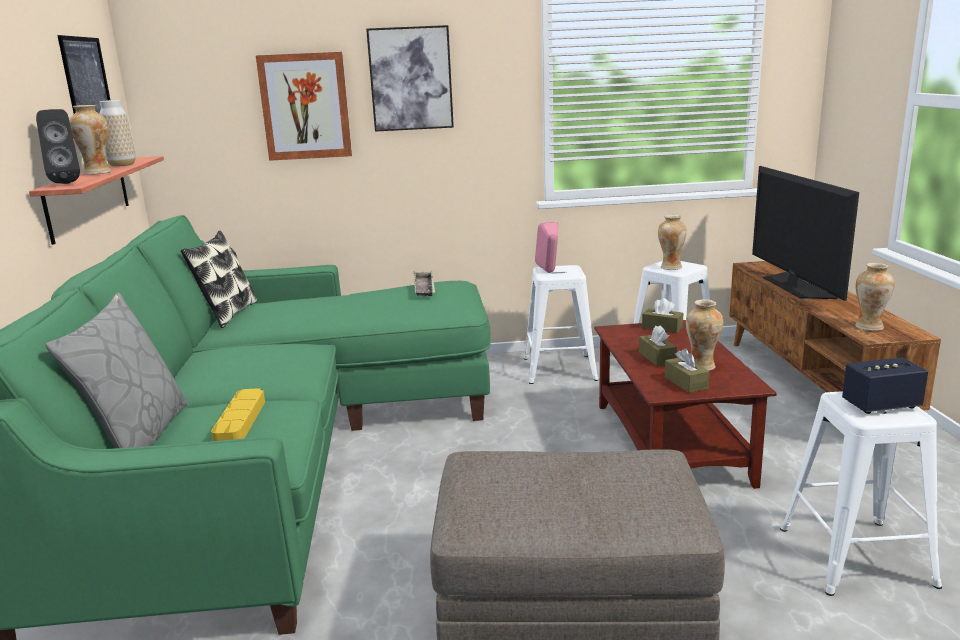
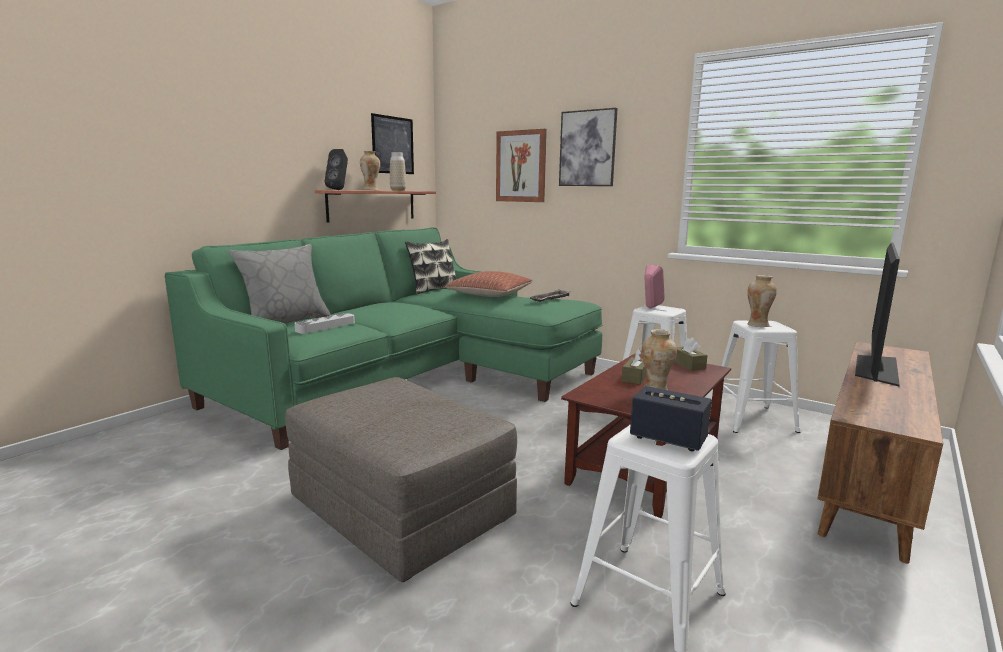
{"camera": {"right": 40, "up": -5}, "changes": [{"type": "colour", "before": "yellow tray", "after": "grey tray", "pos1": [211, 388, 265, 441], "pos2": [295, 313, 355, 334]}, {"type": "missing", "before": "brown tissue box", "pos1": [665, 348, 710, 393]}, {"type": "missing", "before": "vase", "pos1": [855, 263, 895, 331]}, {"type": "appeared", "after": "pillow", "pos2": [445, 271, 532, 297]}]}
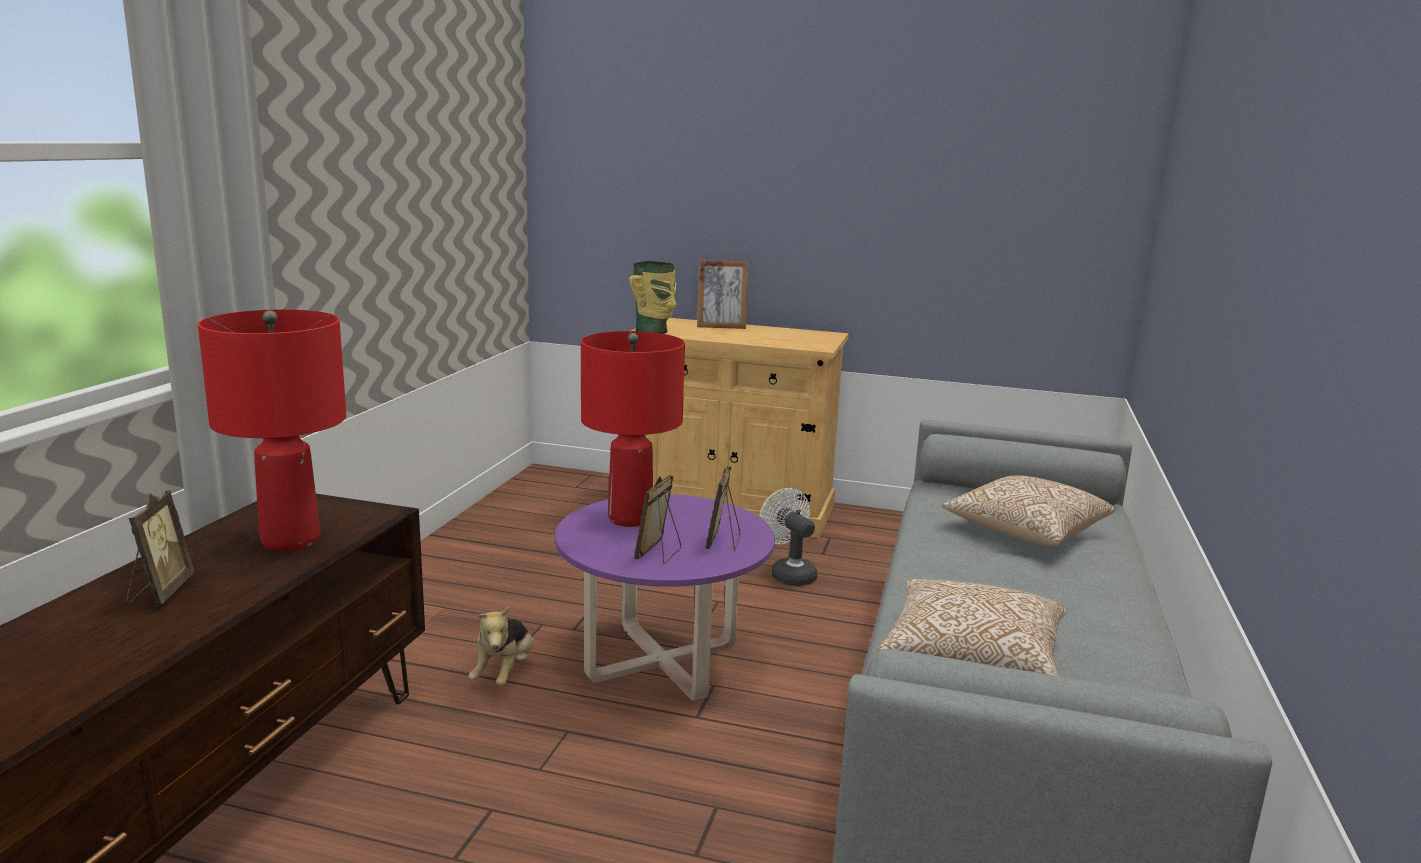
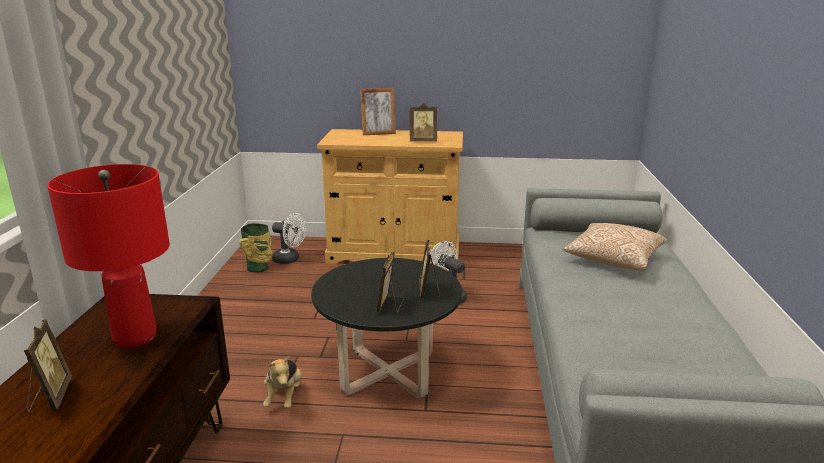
{"camera": {"right": -10, "up": 5}, "changes": [{"type": "colour", "before": "purple coffee table", "after": "black coffee table", "pos1": [555, 494, 775, 700], "pos2": [311, 258, 462, 399]}, {"type": "missing", "before": "red table lamp", "pos1": [581, 331, 685, 527]}, {"type": "relocated", "before": "vase", "pos1": [629, 261, 677, 334], "pos2": [239, 223, 273, 272]}, {"type": "missing", "before": "pillow", "pos1": [876, 579, 1066, 676]}, {"type": "appeared", "after": "white fan", "pos2": [272, 213, 306, 264]}, {"type": "appeared", "after": "picture frame", "pos2": [410, 103, 437, 142]}]}
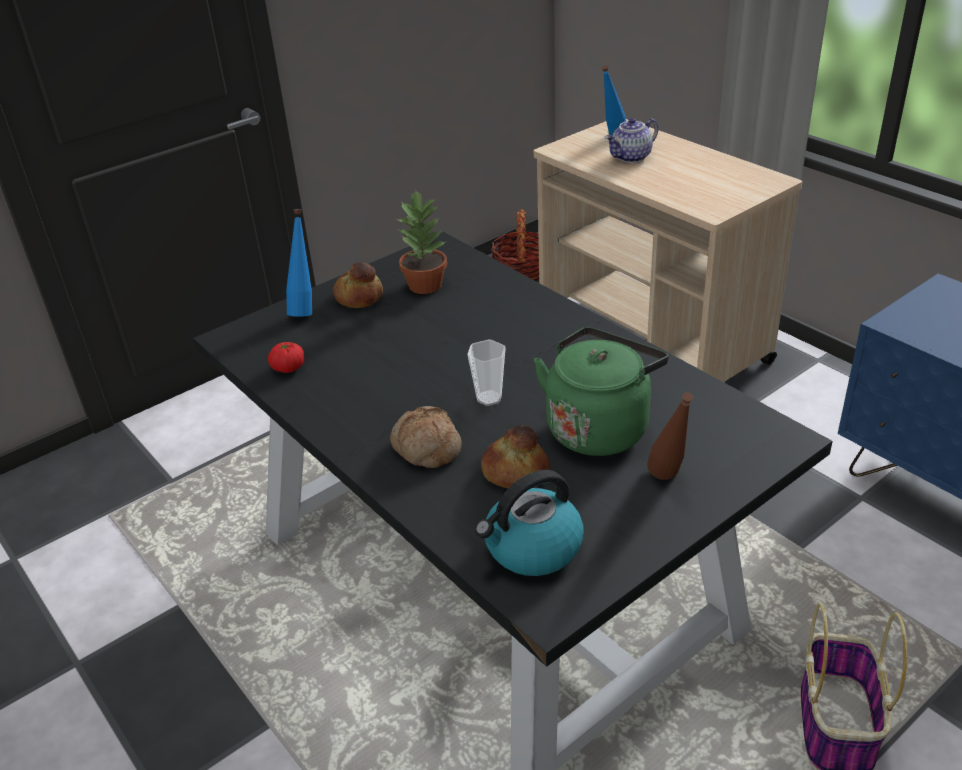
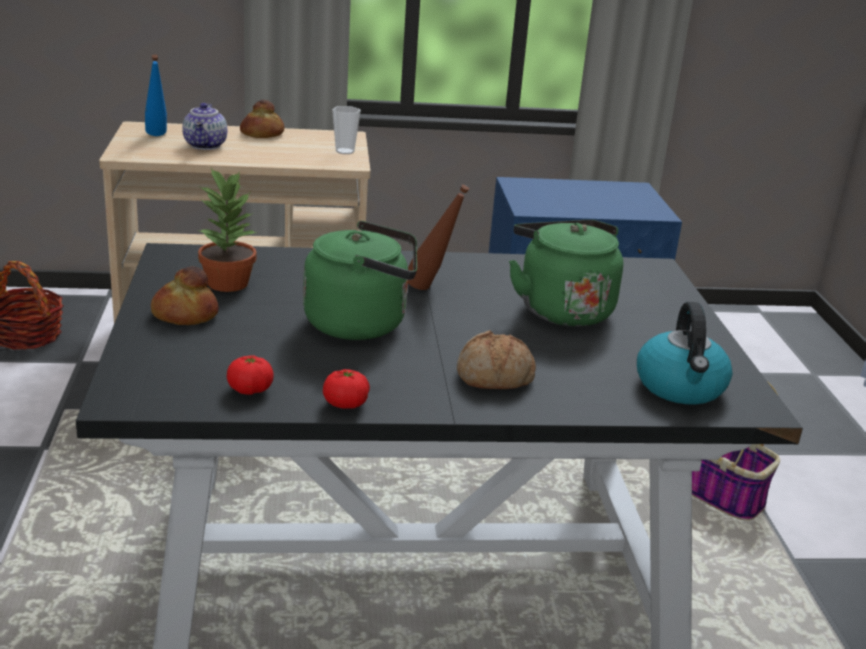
{"camera": {"right": -60, "up": -10}, "changes": [{"type": "missing", "before": "blue bottle", "pos1": [286, 209, 312, 317]}, {"type": "relocated", "before": "cup", "pos1": [467, 340, 506, 406], "pos2": [332, 106, 361, 154]}, {"type": "relocated", "before": "bread", "pos1": [481, 425, 550, 488], "pos2": [240, 100, 284, 138]}, {"type": "relocated", "before": "brown bottle", "pos1": [647, 392, 693, 480], "pos2": [408, 184, 469, 290]}, {"type": "appeared", "after": "green kettle", "pos2": [303, 221, 417, 340]}, {"type": "appeared", "after": "tomato", "pos2": [323, 369, 370, 409]}]}
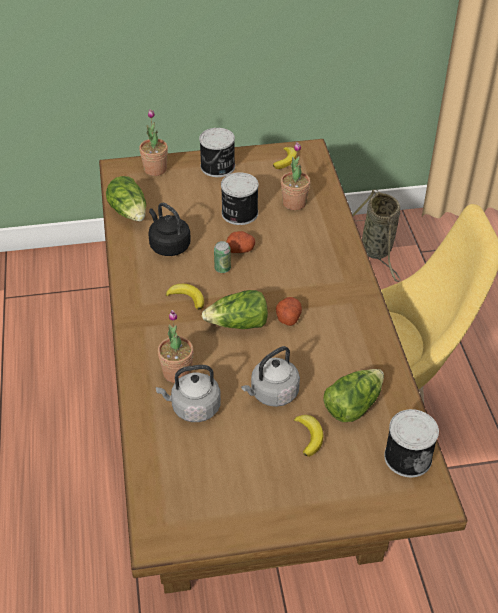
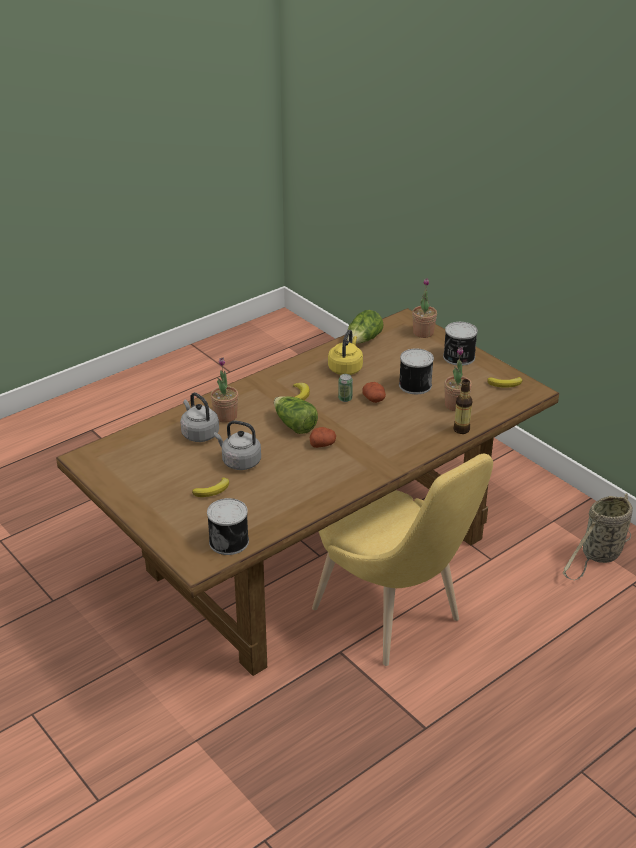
{"camera": {"right": 60, "up": -10}, "changes": [{"type": "colour", "before": "black kettle", "after": "yellow kettle", "pos1": [148, 203, 191, 256], "pos2": [328, 330, 363, 375]}, {"type": "missing", "before": "lettuce", "pos1": [323, 369, 384, 422]}, {"type": "appeared", "after": "bottle", "pos2": [454, 379, 472, 434]}]}
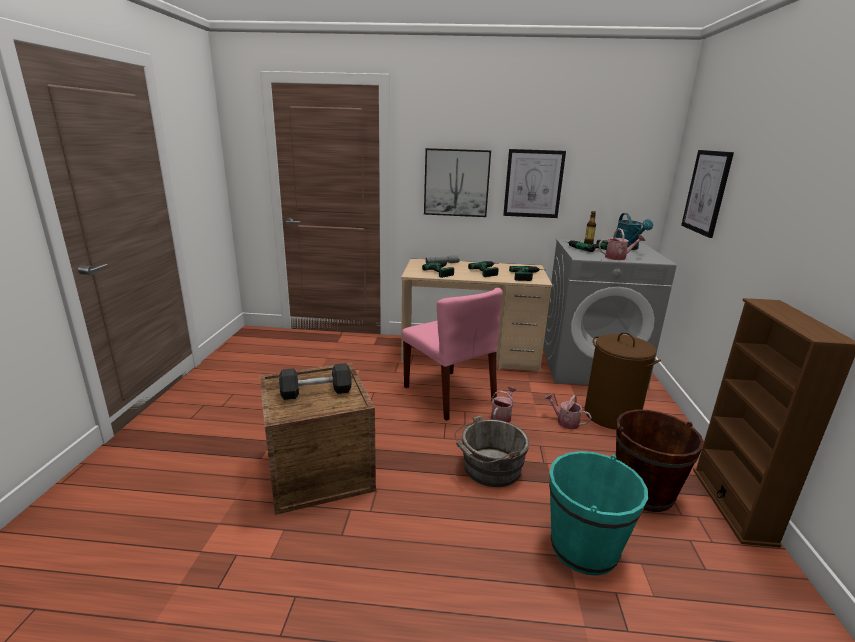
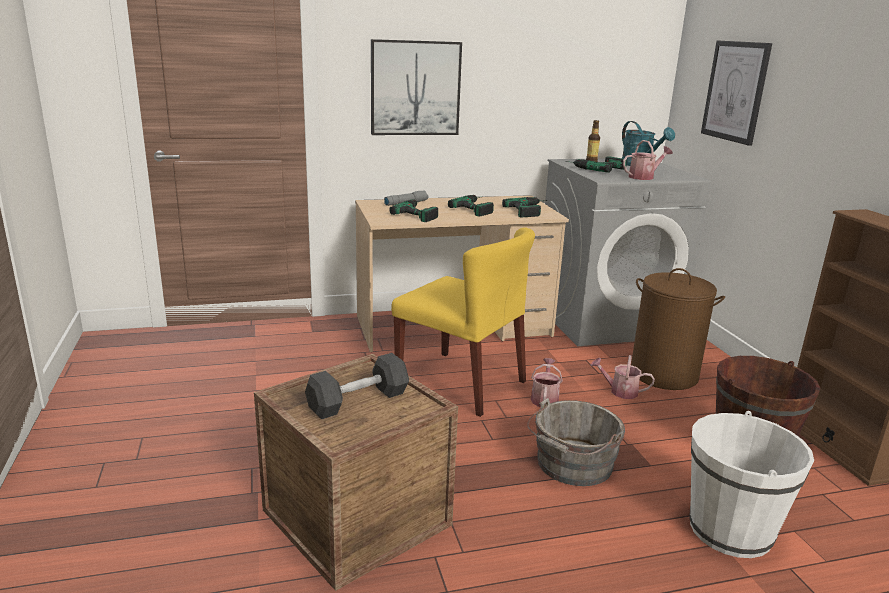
{"camera": {"right": -20, "up": 0}, "changes": [{"type": "colour", "before": "pink chair", "after": "yellow chair", "pos1": [402, 288, 503, 421], "pos2": [391, 227, 535, 417]}, {"type": "missing", "before": "picture", "pos1": [503, 149, 566, 218]}, {"type": "colour", "before": "turquoise bucket", "after": "white bucket", "pos1": [549, 451, 648, 576], "pos2": [689, 411, 814, 558]}]}
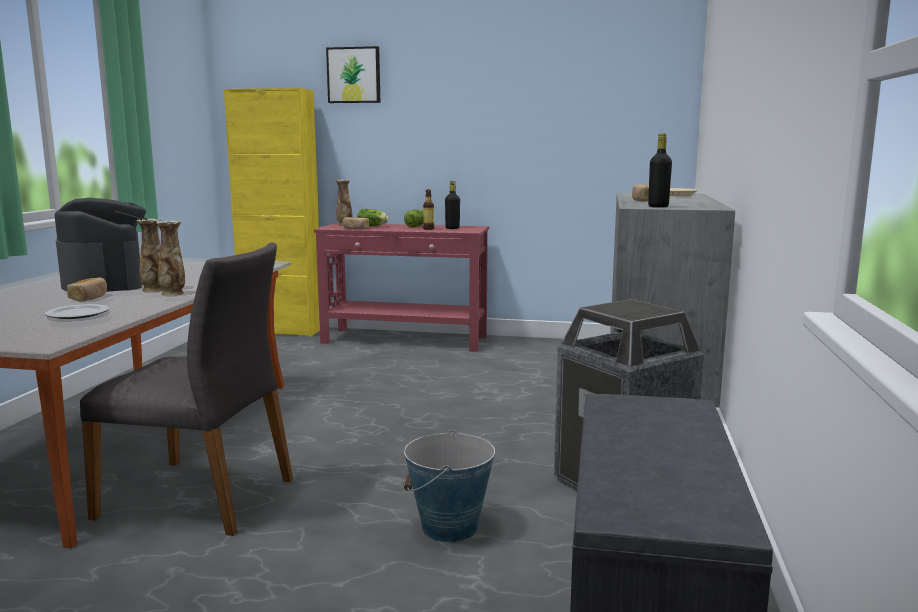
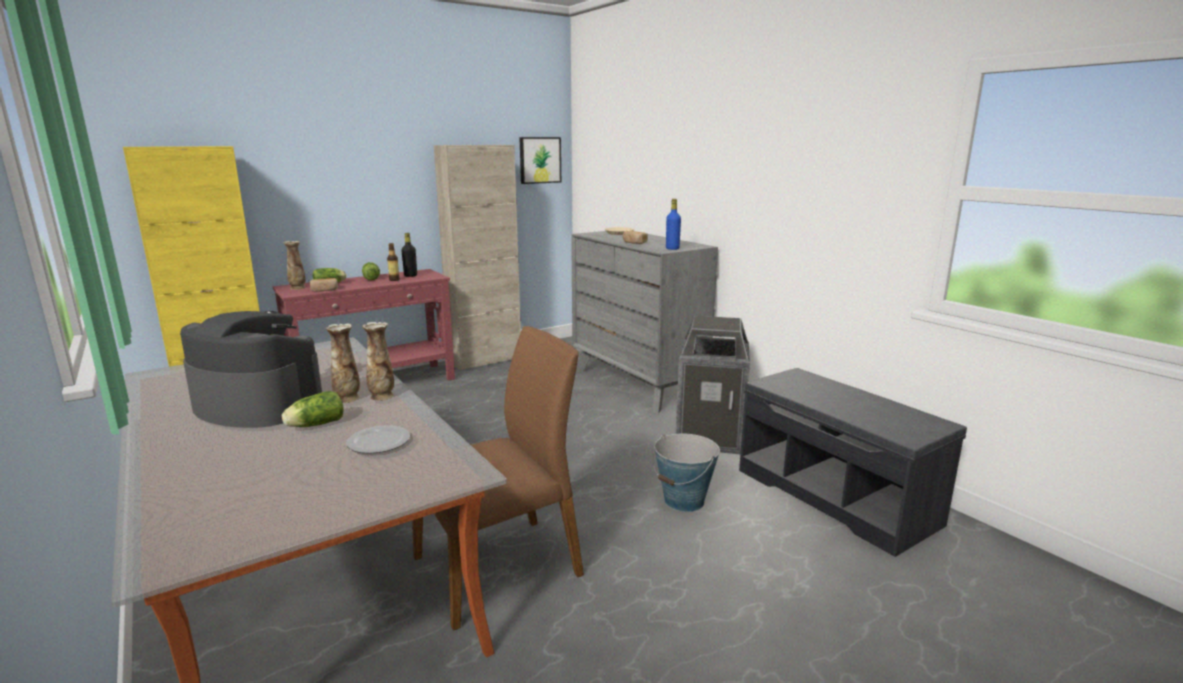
{"camera": {"right": -45, "up": 5}, "changes": [{"type": "exchanged", "before": "bread", "after": "lettuce", "pos1": [67, 277, 107, 302], "pos2": [282, 391, 344, 427]}, {"type": "colour", "before": "grey chair", "after": "brown chair", "pos1": [80, 242, 293, 536], "pos2": [412, 326, 584, 631]}, {"type": "relocated", "before": "picture", "pos1": [326, 46, 380, 103], "pos2": [519, 137, 561, 184]}, {"type": "colour", "before": "black bottle", "after": "blue bottle", "pos1": [648, 134, 672, 208], "pos2": [666, 199, 681, 250]}, {"type": "appeared", "after": "beige cabinet", "pos2": [434, 145, 521, 371]}]}
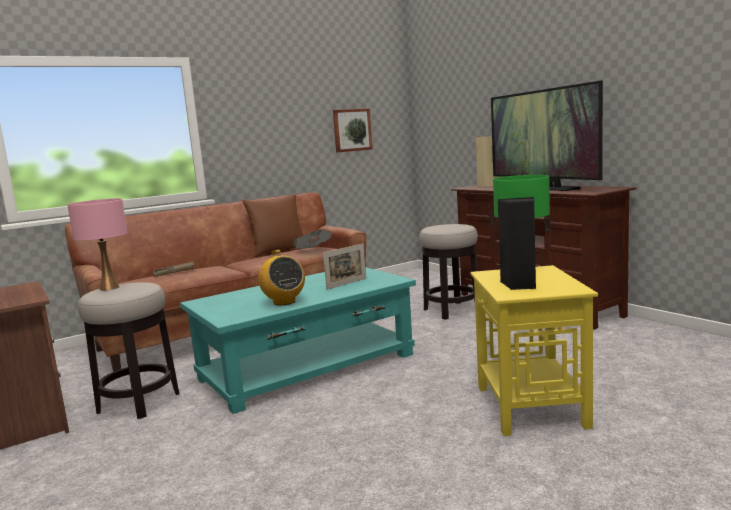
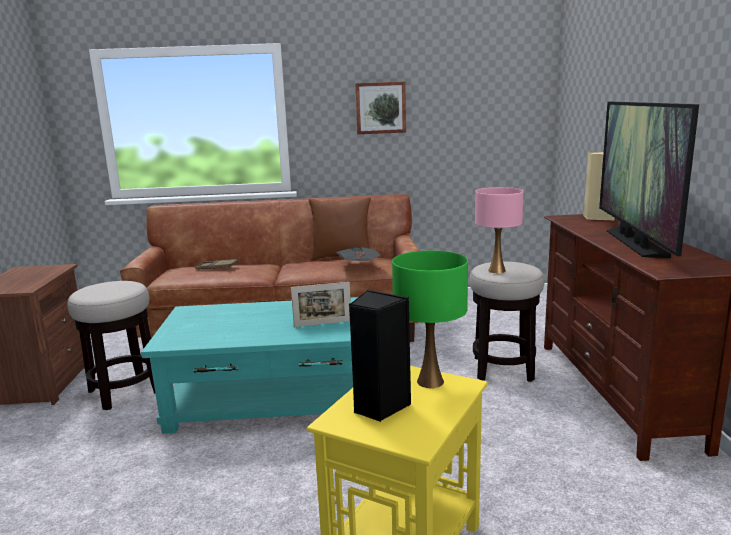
{"camera": {"right": 30, "up": 5}, "changes": [{"type": "relocated", "before": "pink table lamp", "pos1": [67, 198, 128, 291], "pos2": [475, 187, 524, 273]}, {"type": "missing", "before": "radio", "pos1": [258, 250, 305, 306]}, {"type": "relocated", "before": "picture", "pos1": [333, 108, 373, 152], "pos2": [355, 81, 406, 134]}]}
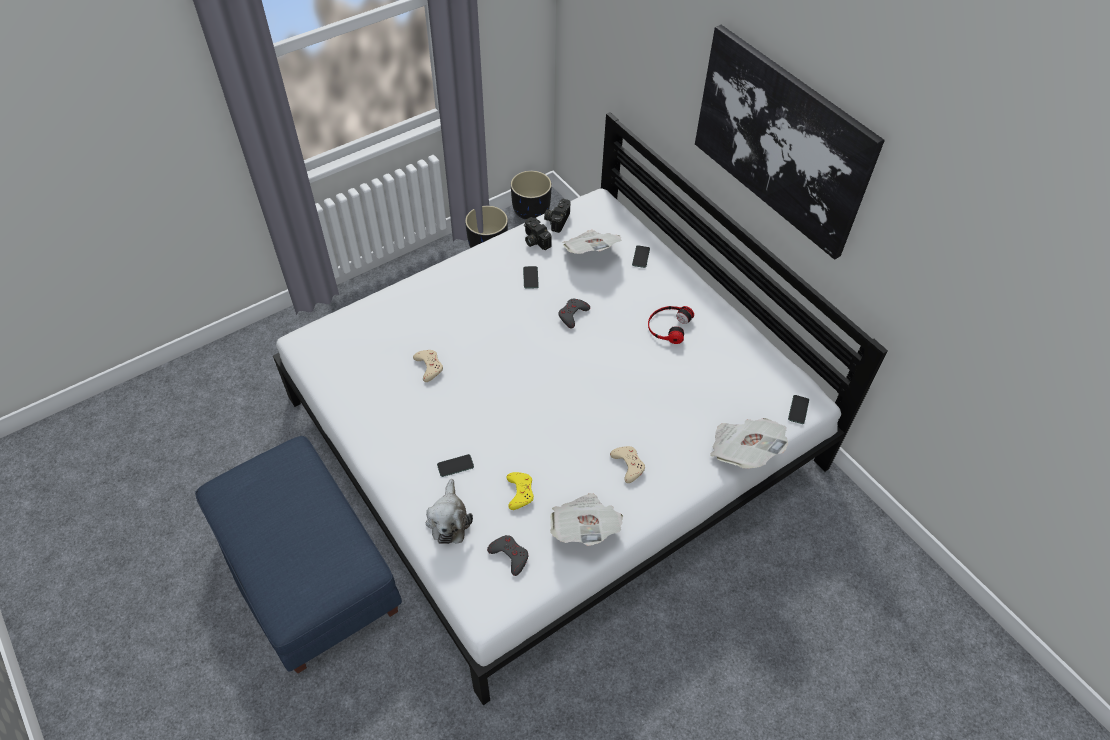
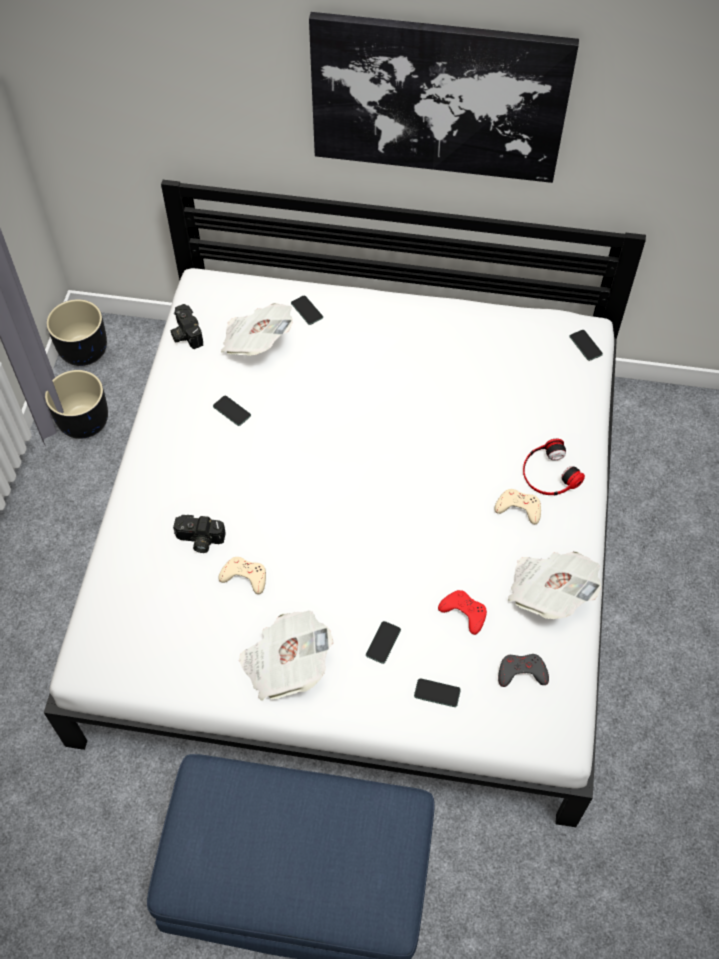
{"camera": {"right": -45, "up": 5}, "changes": [{"type": "exchanged", "before": "plush toy", "after": "phone", "pos1": [426, 479, 473, 544], "pos2": [414, 678, 461, 707]}, {"type": "colour", "before": "yellow game controller", "after": "red game controller", "pos1": [506, 472, 534, 510], "pos2": [438, 590, 487, 635]}, {"type": "relocated", "before": "photo camera", "pos1": [524, 217, 552, 250], "pos2": [173, 515, 226, 553]}, {"type": "missing", "before": "grey game controller", "pos1": [558, 299, 590, 328]}, {"type": "relocated", "before": "headphones", "pos1": [648, 306, 694, 344], "pos2": [523, 439, 585, 495]}, {"type": "relocated", "before": "newspaper", "pos1": [710, 418, 788, 469], "pos2": [239, 610, 333, 700]}]}
